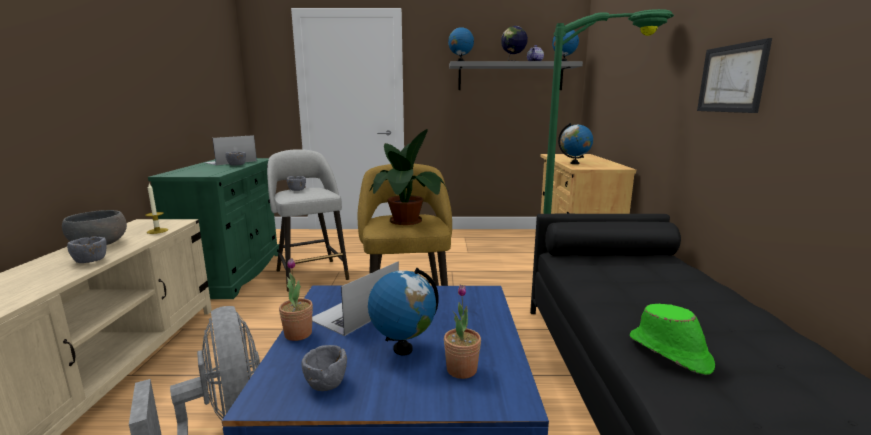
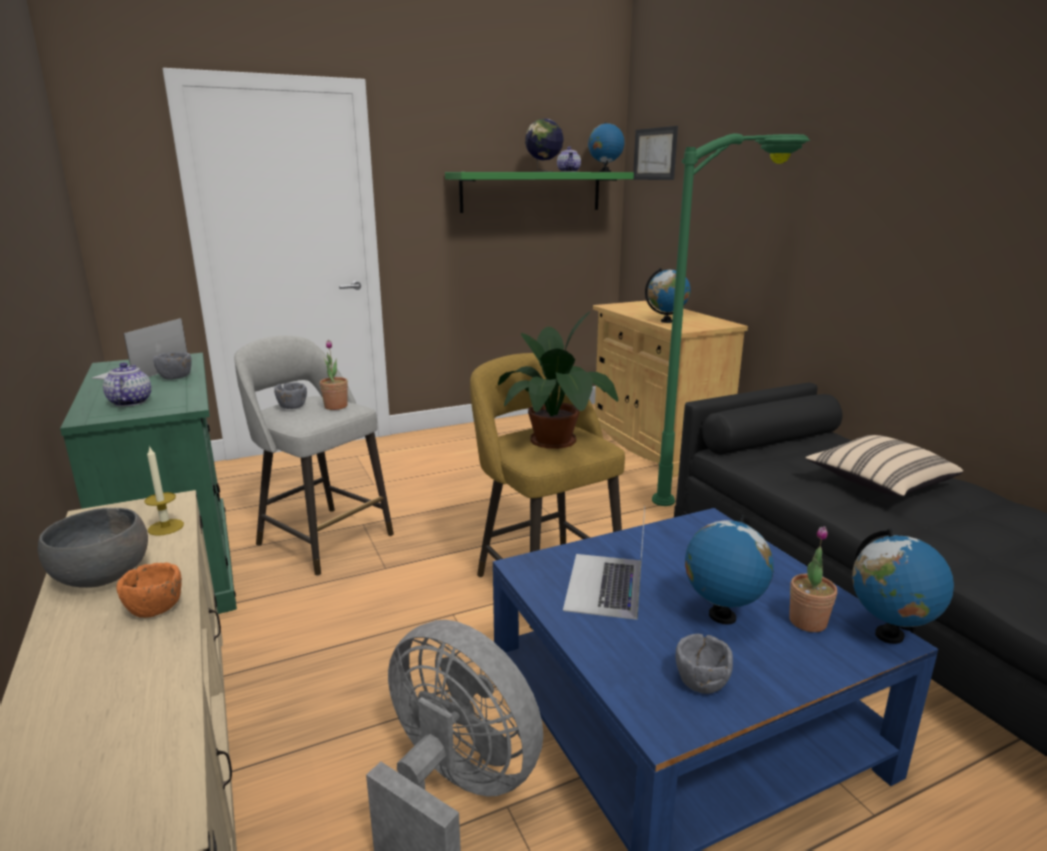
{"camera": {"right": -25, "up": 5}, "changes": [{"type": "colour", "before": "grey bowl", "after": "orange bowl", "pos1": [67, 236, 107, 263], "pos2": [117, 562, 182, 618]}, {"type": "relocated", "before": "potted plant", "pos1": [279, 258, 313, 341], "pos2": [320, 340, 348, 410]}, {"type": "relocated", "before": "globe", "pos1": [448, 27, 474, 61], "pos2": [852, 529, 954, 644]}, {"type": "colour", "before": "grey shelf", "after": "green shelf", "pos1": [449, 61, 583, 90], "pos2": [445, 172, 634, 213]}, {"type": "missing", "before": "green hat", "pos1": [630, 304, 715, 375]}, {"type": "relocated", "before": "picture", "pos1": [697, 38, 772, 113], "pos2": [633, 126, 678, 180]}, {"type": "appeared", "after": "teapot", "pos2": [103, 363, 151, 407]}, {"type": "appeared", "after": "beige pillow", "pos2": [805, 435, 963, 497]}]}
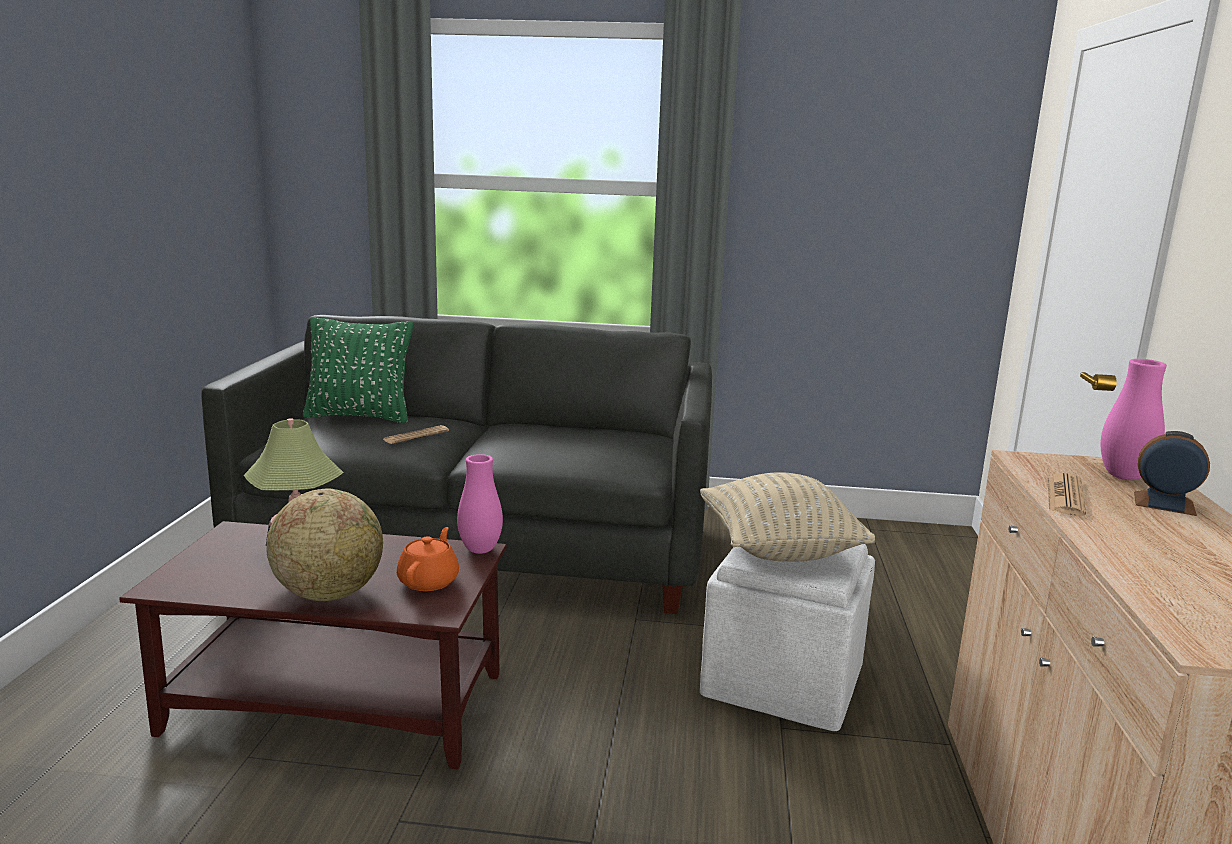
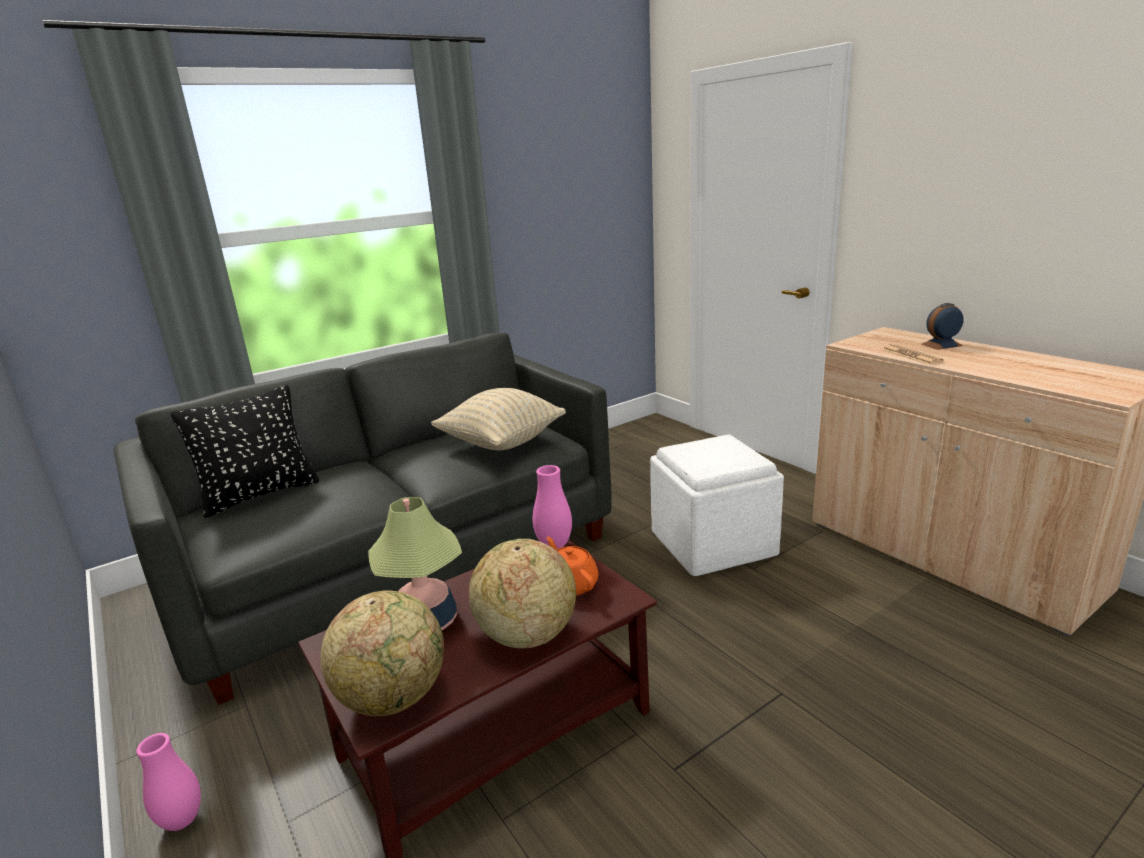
{"camera": {"right": -40, "up": 5}, "changes": [{"type": "colour", "before": "green pillow", "after": "black pillow", "pos1": [303, 317, 413, 423], "pos2": [171, 385, 319, 518]}, {"type": "missing", "before": "newspaper", "pos1": [383, 425, 449, 444]}, {"type": "relocated", "before": "beige pillow", "pos1": [700, 472, 875, 562], "pos2": [431, 388, 566, 450]}, {"type": "relocated", "before": "pink vase", "pos1": [1101, 359, 1167, 480], "pos2": [136, 733, 201, 831]}, {"type": "appeared", "after": "globe", "pos2": [321, 590, 444, 716]}]}
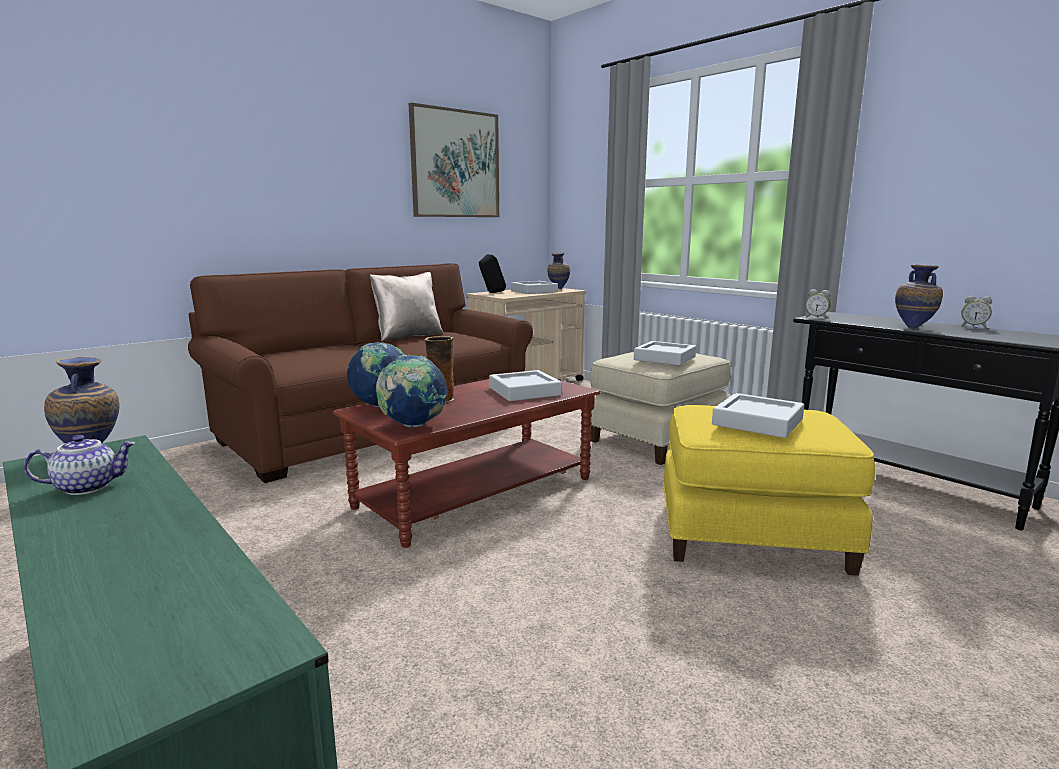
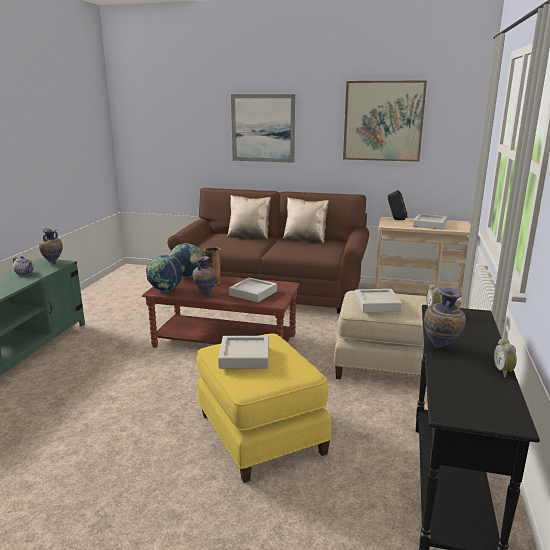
{"camera": {"right": 55, "up": 5}, "changes": [{"type": "relocated", "before": "vase", "pos1": [548, 252, 570, 289], "pos2": [193, 256, 216, 294]}, {"type": "appeared", "after": "beige pillow", "pos2": [227, 195, 271, 240]}, {"type": "appeared", "after": "picture", "pos2": [231, 94, 295, 163]}]}
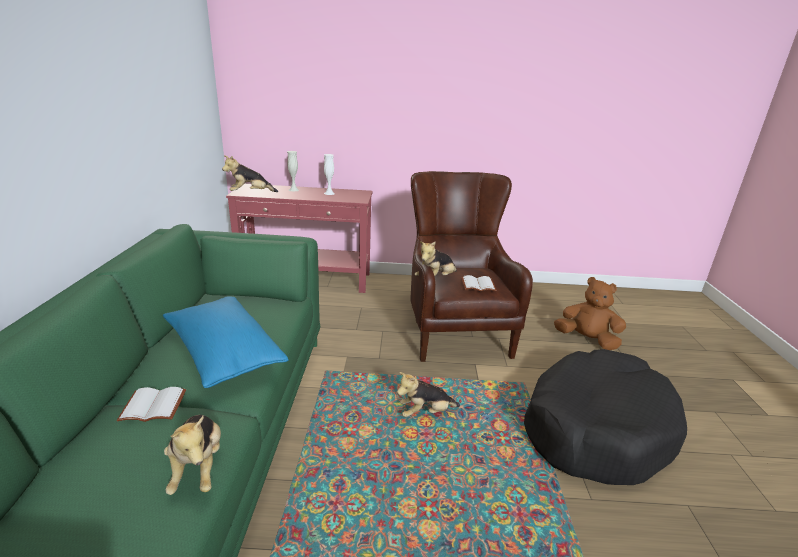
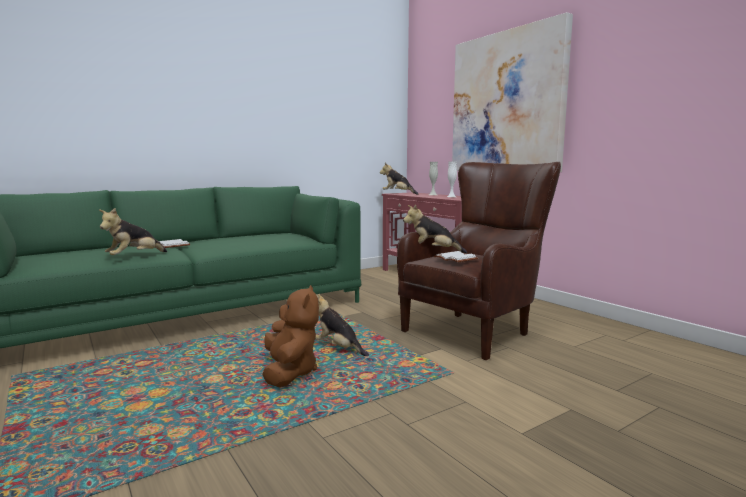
{"camera": {"right": 55, "up": -15}, "changes": [{"type": "missing", "before": "blue pillow", "pos1": [163, 296, 289, 388]}, {"type": "missing", "before": "black dog bed", "pos1": [524, 349, 687, 485]}, {"type": "relocated", "before": "brown plush toy", "pos1": [554, 277, 626, 350], "pos2": [262, 285, 319, 387]}, {"type": "appeared", "after": "picture", "pos2": [452, 12, 573, 172]}]}
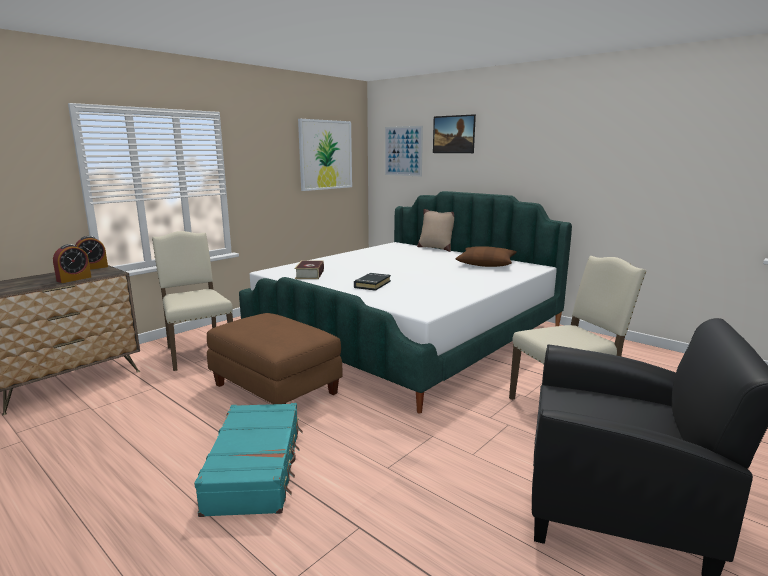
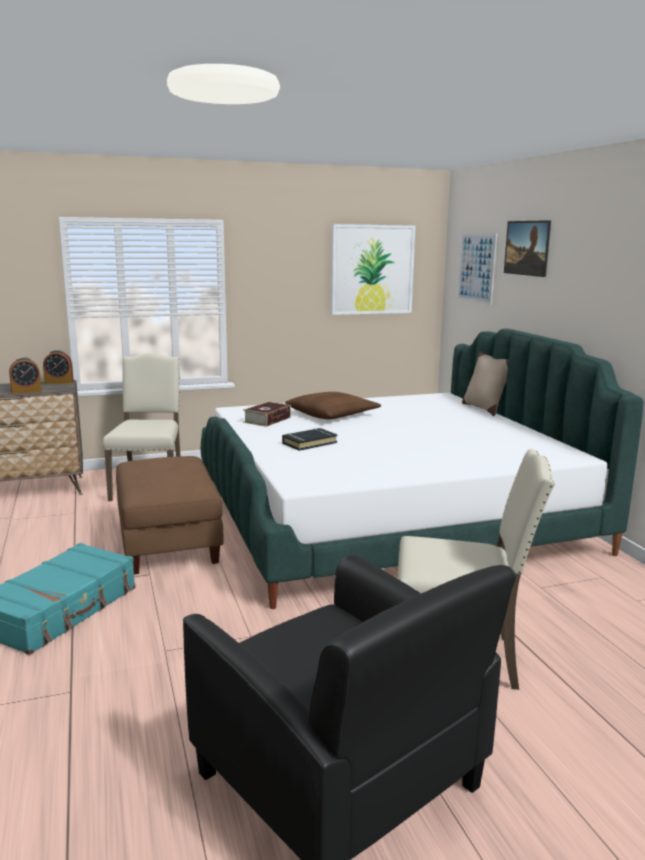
{"camera": {"right": 30, "up": 0}, "changes": [{"type": "relocated", "before": "brown pillow", "pos1": [456, 246, 517, 267], "pos2": [285, 392, 381, 419]}]}
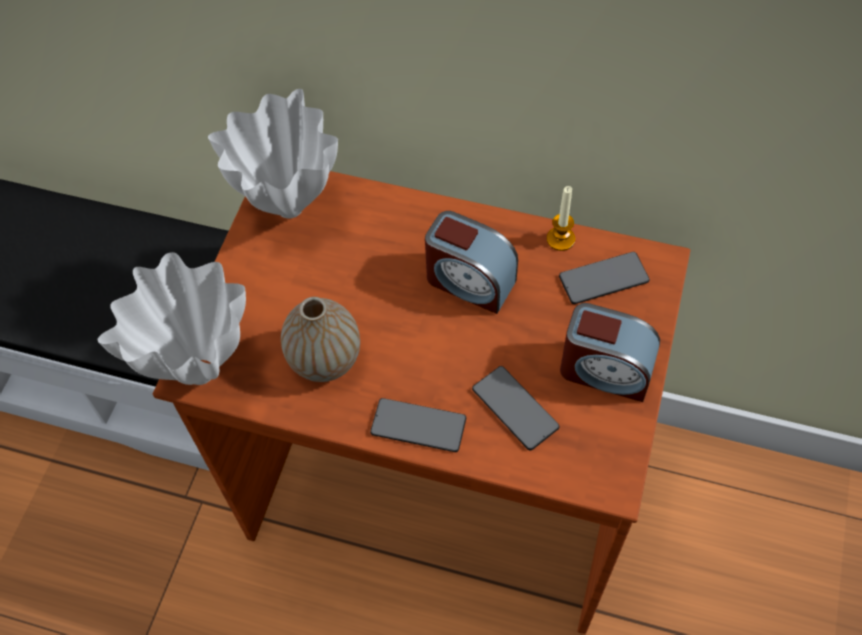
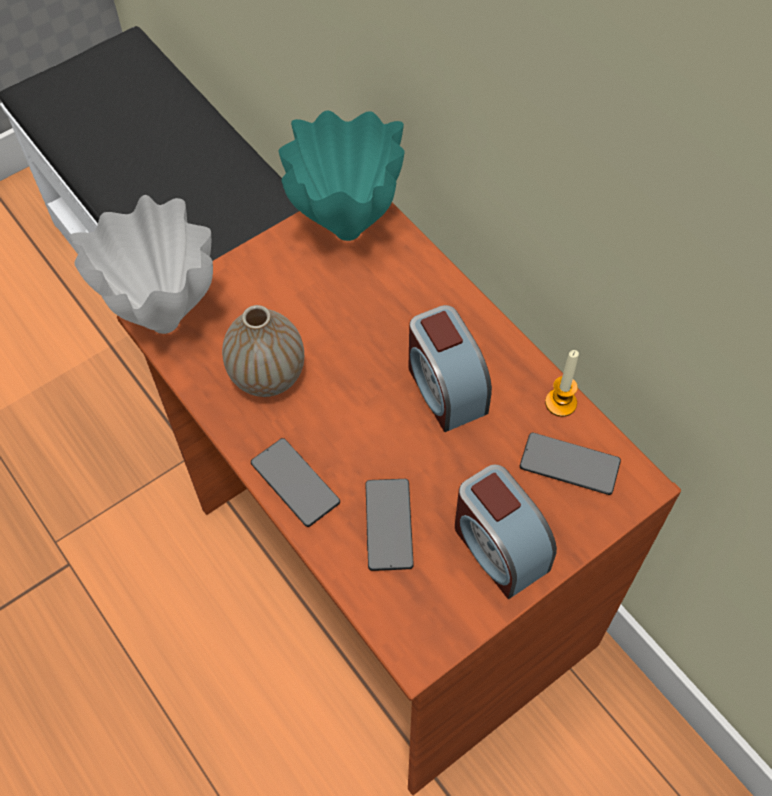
{"camera": {"right": 35, "up": 0}, "changes": [{"type": "colour", "before": "white vase", "after": "turquoise vase", "pos1": [208, 89, 338, 218], "pos2": [279, 111, 405, 241]}]}
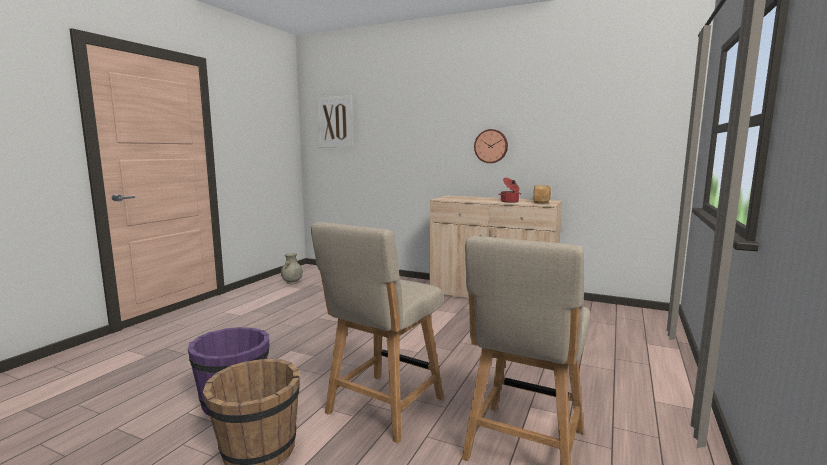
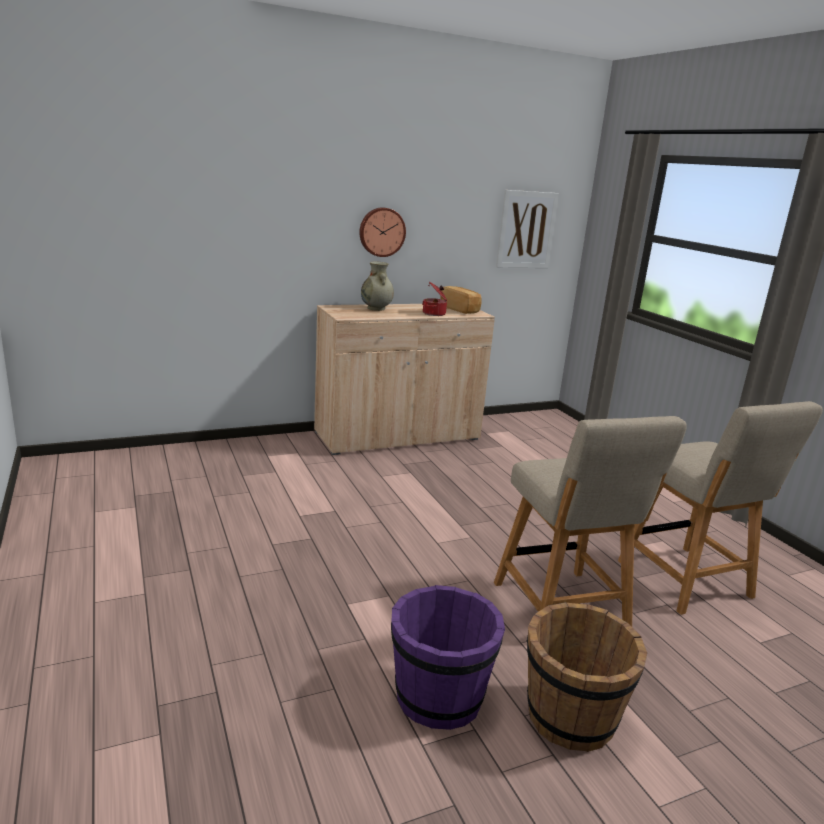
{"camera": {"right": -50, "up": 10}, "changes": [{"type": "relocated", "before": "beige vase", "pos1": [281, 253, 303, 284], "pos2": [361, 262, 394, 311]}, {"type": "relocated", "before": "picture", "pos1": [317, 96, 353, 147], "pos2": [496, 190, 559, 268]}]}
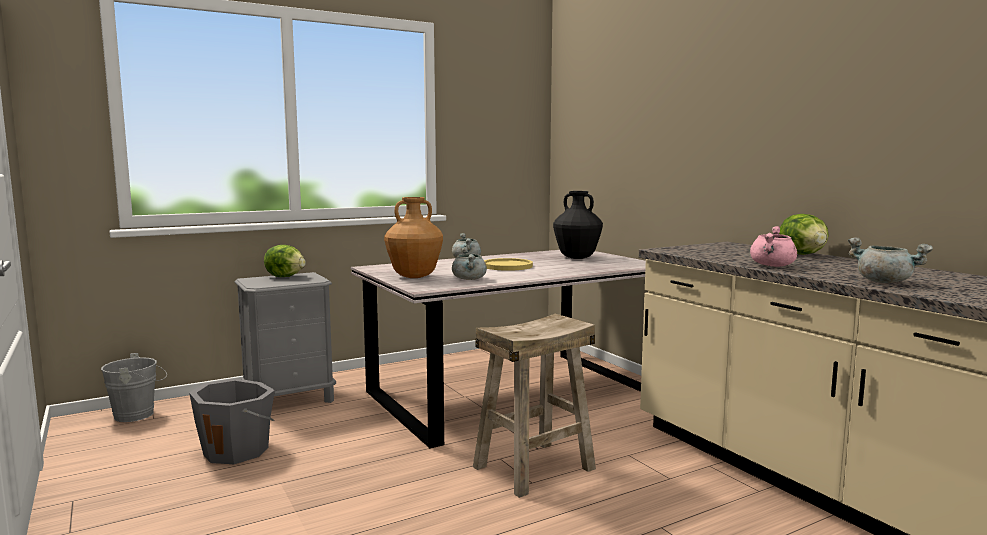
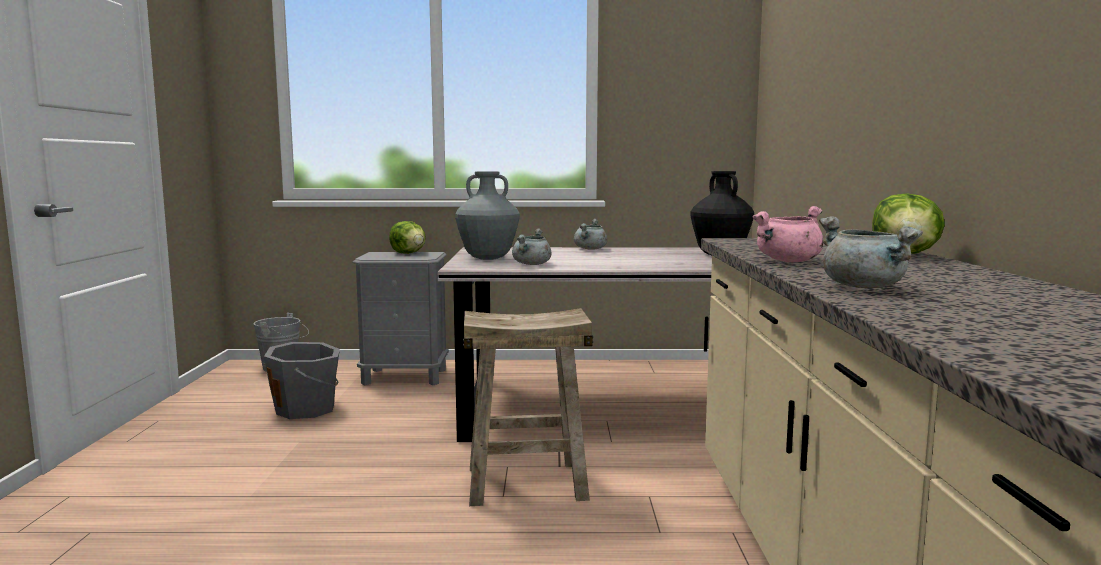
{"camera": {"right": 30, "up": 0}, "changes": [{"type": "colour", "before": "brown vase", "after": "grey vase", "pos1": [384, 197, 443, 278], "pos2": [455, 171, 520, 260]}, {"type": "missing", "before": "yellow plate", "pos1": [484, 258, 533, 271]}]}
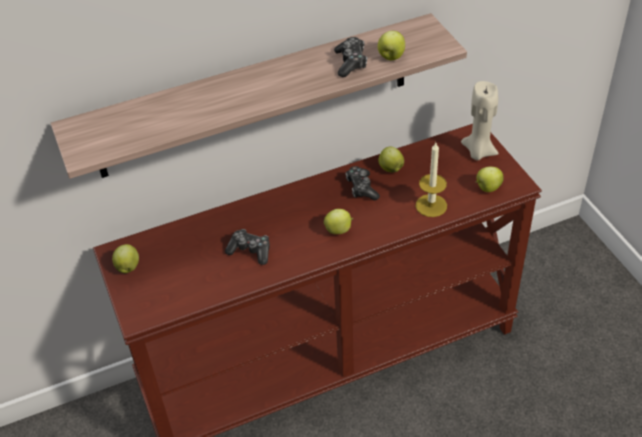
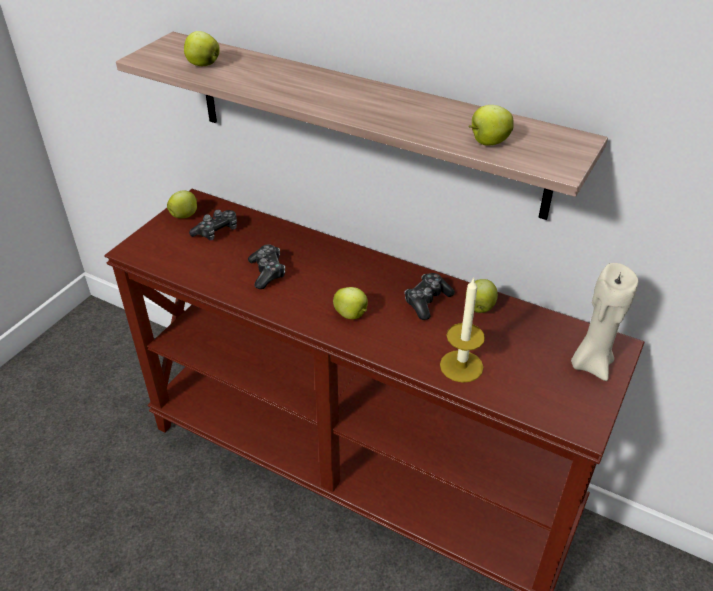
{"camera": {"right": 50, "up": -5}, "changes": [{"type": "relocated", "before": "game controller", "pos1": [334, 37, 367, 77], "pos2": [189, 210, 237, 240]}, {"type": "relocated", "before": "apple", "pos1": [475, 167, 504, 192], "pos2": [184, 31, 219, 66]}]}
